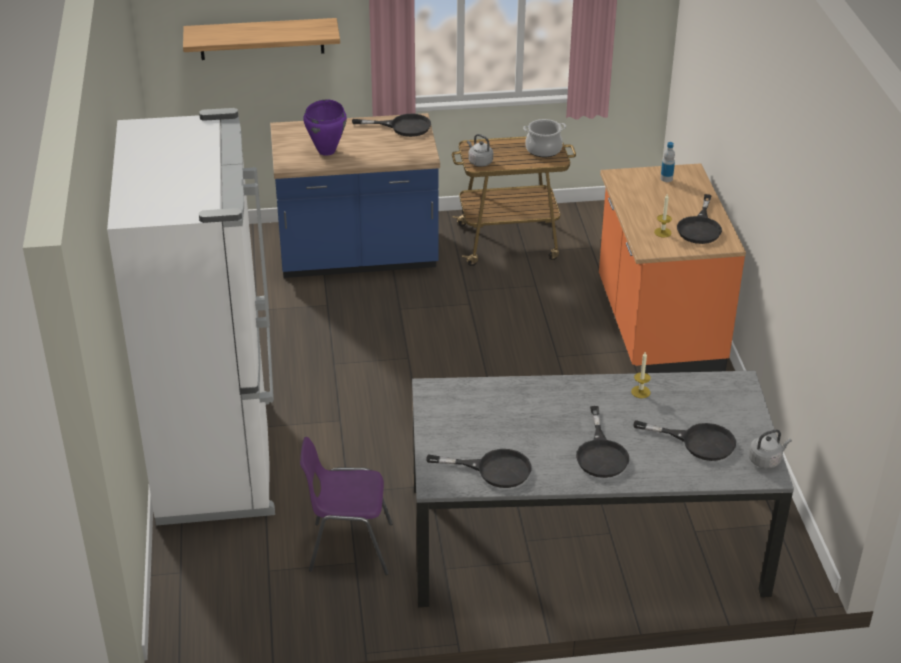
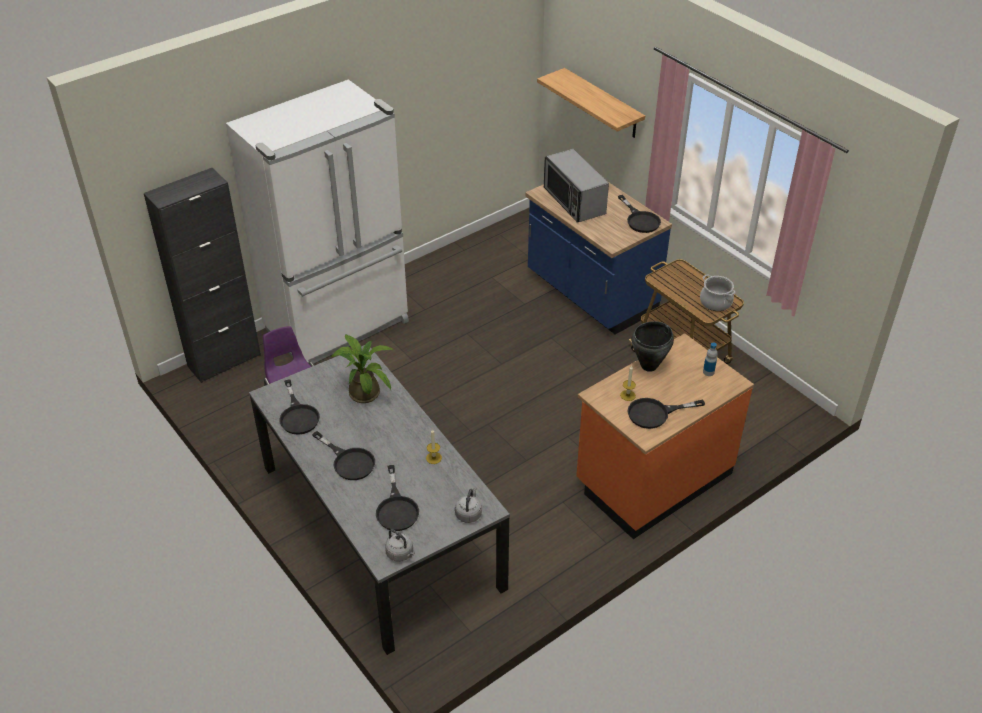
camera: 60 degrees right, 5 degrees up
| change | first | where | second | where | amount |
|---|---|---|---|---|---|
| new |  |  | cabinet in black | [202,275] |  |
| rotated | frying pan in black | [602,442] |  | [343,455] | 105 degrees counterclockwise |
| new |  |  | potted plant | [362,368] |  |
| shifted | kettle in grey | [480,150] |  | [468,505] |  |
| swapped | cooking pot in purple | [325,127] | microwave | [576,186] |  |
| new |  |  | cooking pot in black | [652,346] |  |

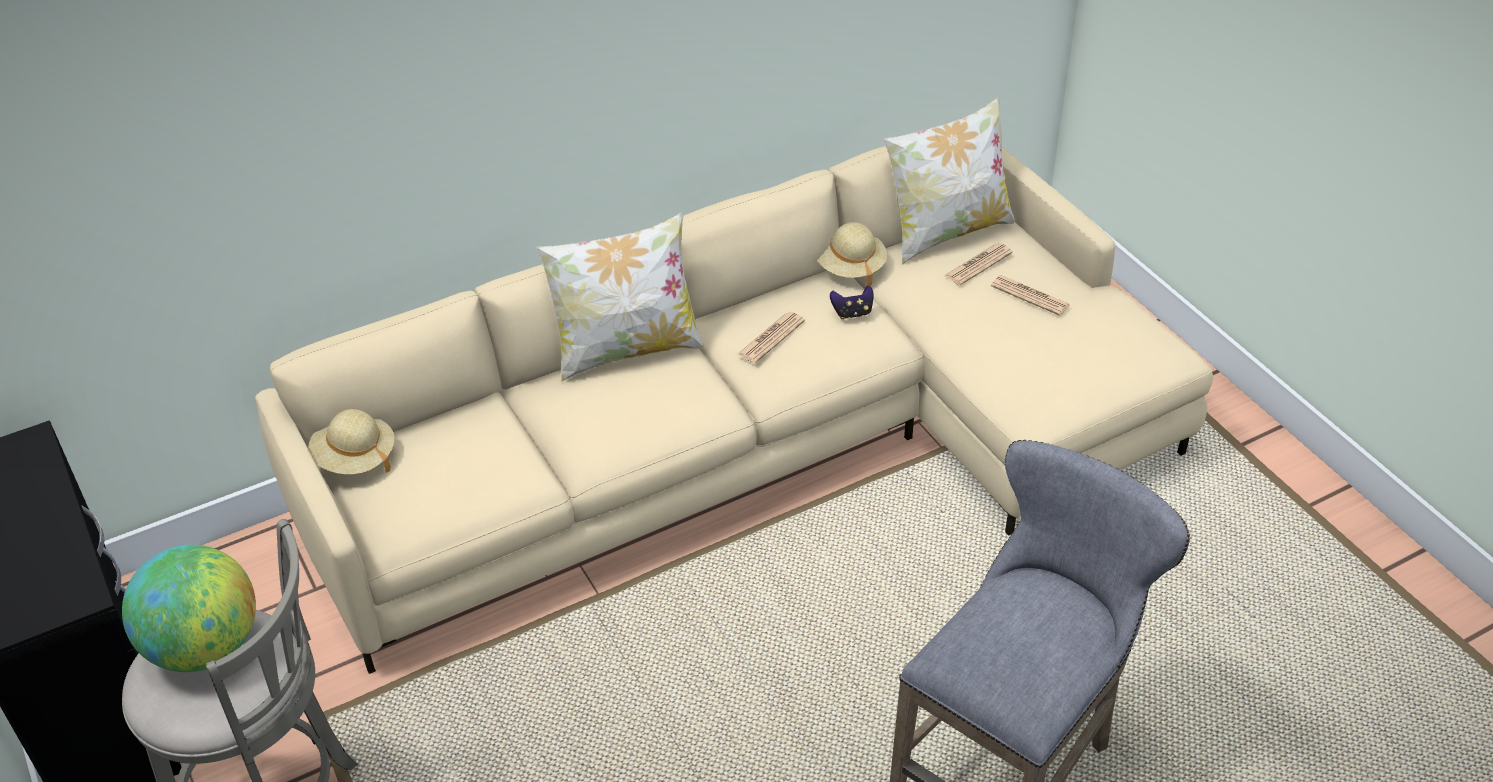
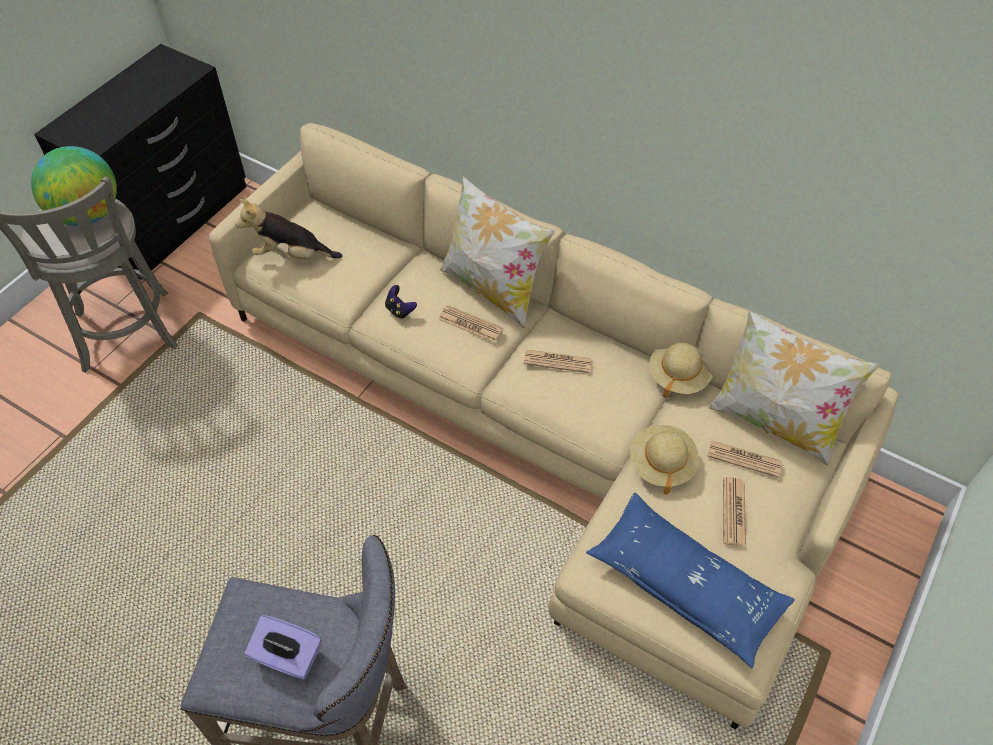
camera: 60 degrees right, 10 degrees up
| change | first | where | second | where | amount |
|---|---|---|---|---|---|
| new |  |  | plush toy | [289,229] |  |
| new |  |  | tissue box in purple | [283,647] |  |
| shifted | game controller | [851,302] |  | [401,302] |  |
| new |  |  | newspaper | [471,324] |  |
| new |  |  | pillow in blue | [690,580] |  |
| shifted | hat in beige | [351,441] |  | [664,460] |  |

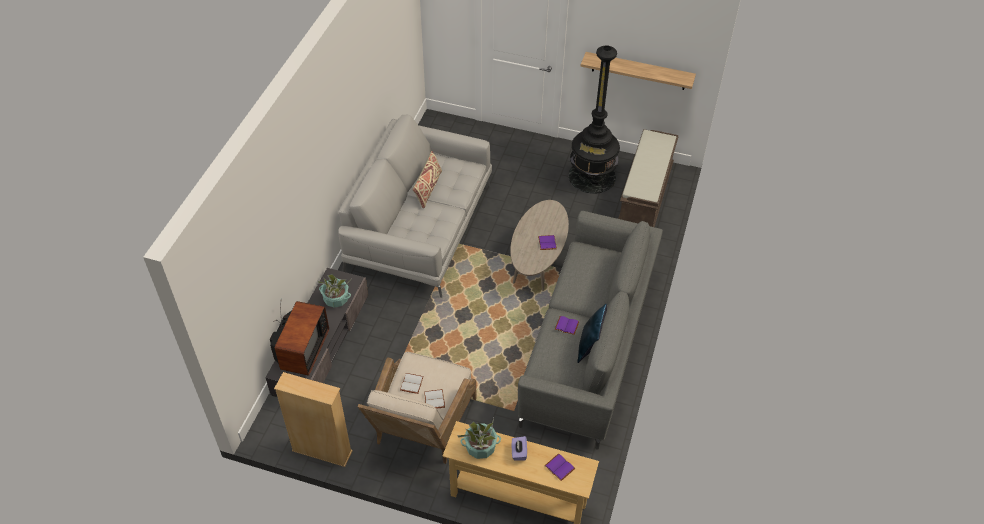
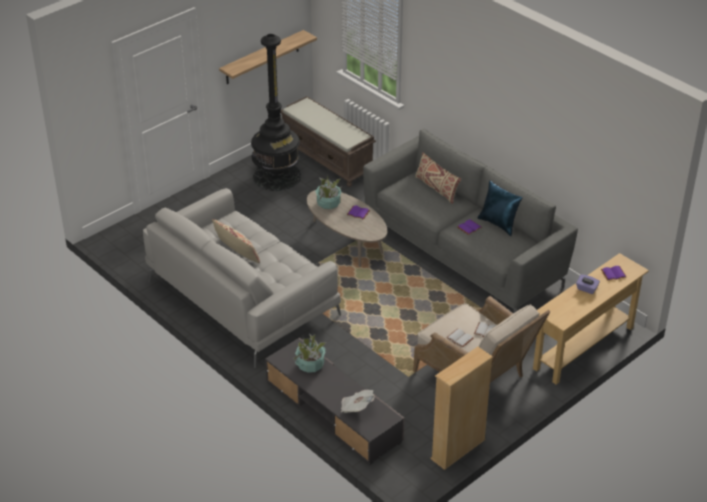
camera: 60 degrees left, 10 degrees down
| change | first | where | second | where | amount |
|---|---|---|---|---|---|
| shifted | potted plant | [479,438] |  | [329,192] |  |
| swapped | television | [299,338] | newspaper | [358,401] |  |
| new |  |  | pillow in beige | [438,178] |  |

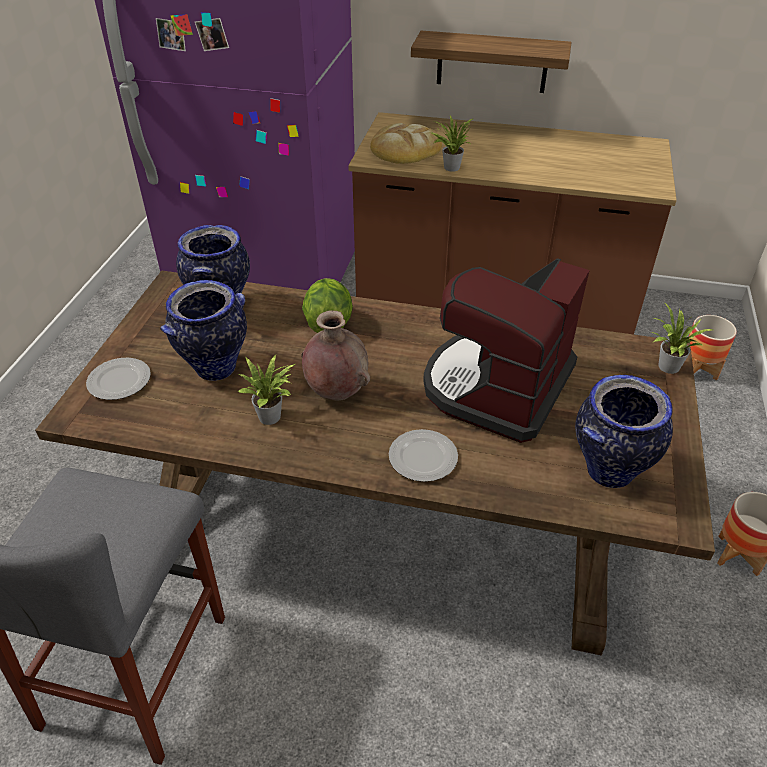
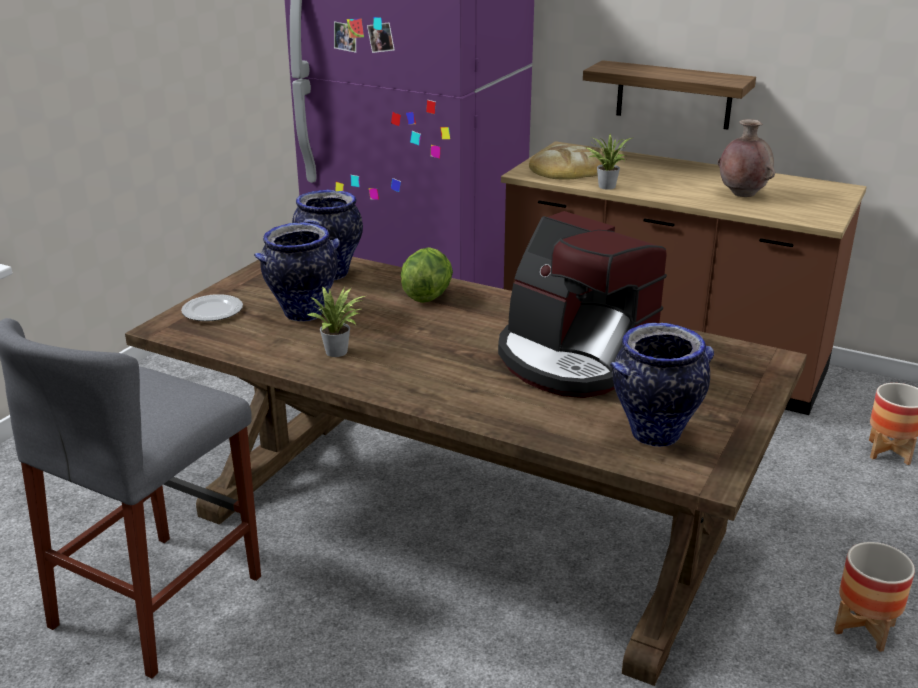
camera: 15 degrees right, 15 degrees down
| change | first | where | second | where | amount |
|---|---|---|---|---|---|
| rotated | coffee machine | [506,350] |  | [582,304] | 90 degrees counterclockwise |
| shifted | vase in brown | [335,355] |  | [746,158] |  |
| gone | plate | [423,455] |  |  |  |
| gone | potted plant | [682,338] |  |  |  |

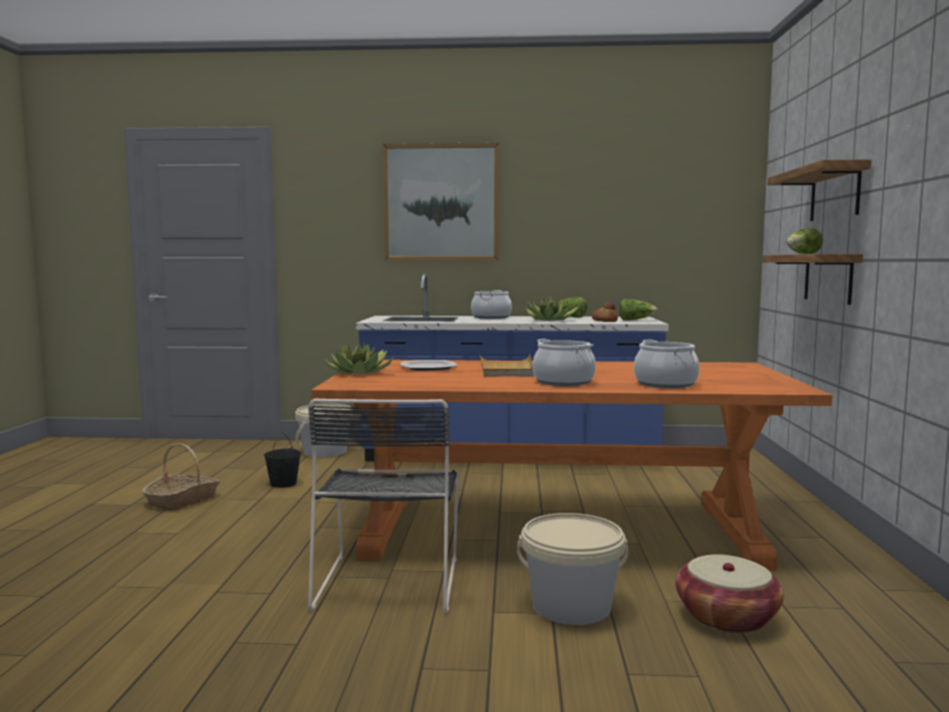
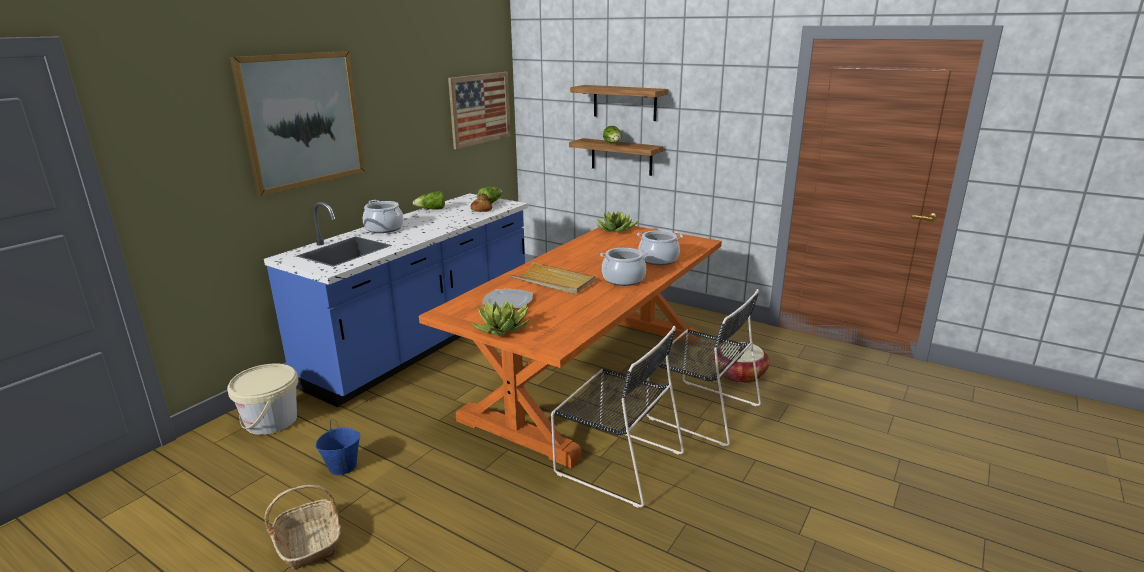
camera: 60 degrees left, 15 degrees up
| change | first | where | second | where | amount |
|---|---|---|---|---|---|
| repainted | bucket in black | [282,460] | bucket in blue | [338,447] |  |
| new |  |  | picture | [479,110] |  |
| shifted | potted plant | [552,309] |  | [618,221] |  |
| swapped | bucket in beige | [572,569] | chair in black | [703,367] |  |

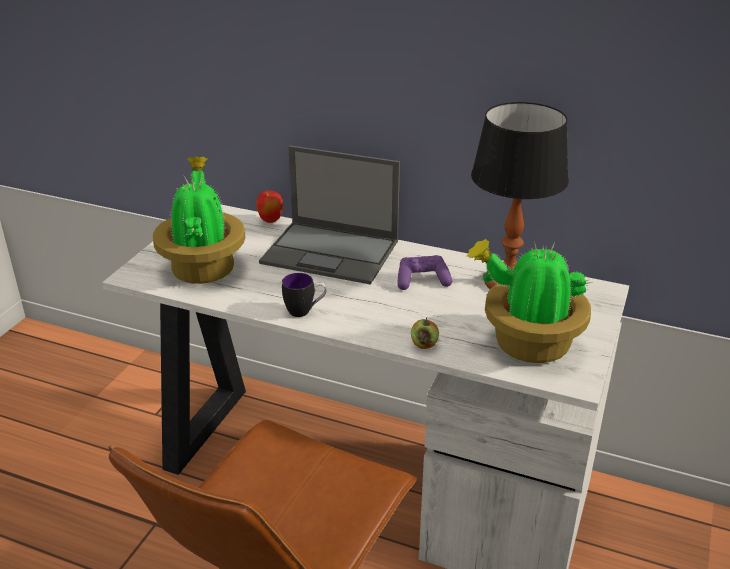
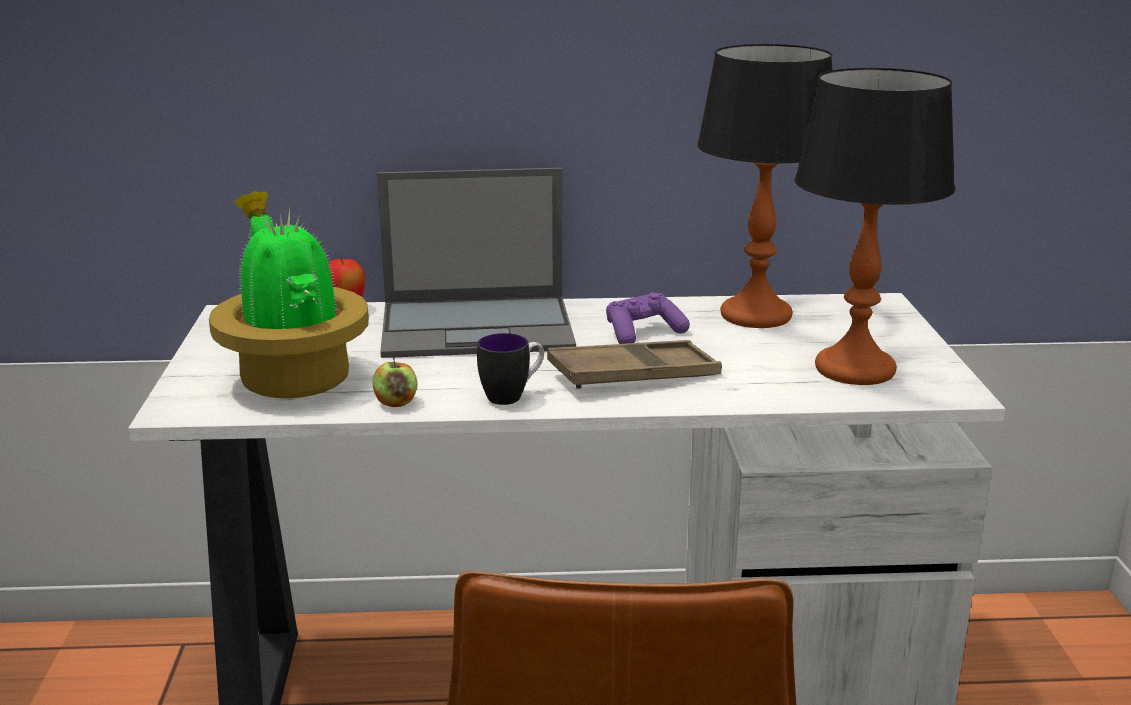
camera: 25 degrees left, 10 degrees down
| change | first | where | second | where | amount |
|---|---|---|---|---|---|
| shifted | apple | [425,333] |  | [394,381] |  |
| new |  |  | tray in brown | [634,364] |  |
| swapped | potted plant | [530,301] | table lamp | [875,226] |  |

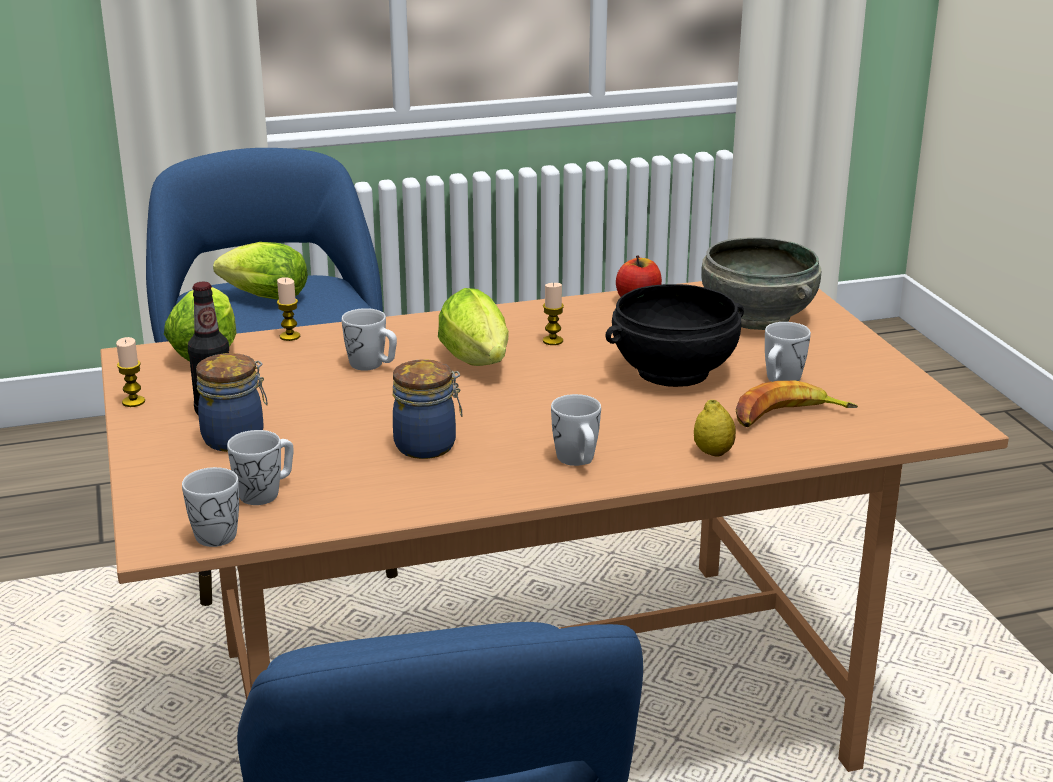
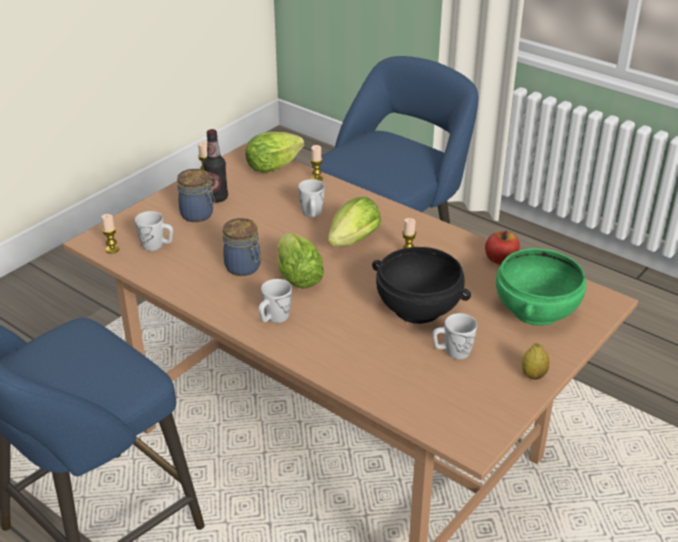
camera: 55 degrees right, 10 degrees up
| change | first | where | second | where | amount |
|---|---|---|---|---|---|
| swapped | mug in white | [210,507] | candle | [110,234] |  |
| shifted | lettuce | [260,271] |  | [300,261] |  |
| repainted | bowl in grey | [761,283] | bowl in green | [541,287] |  |
| shifted | lemon | [715,428] |  | [535,361] |  |
| gone | banana | [796,404] |  |  |  |

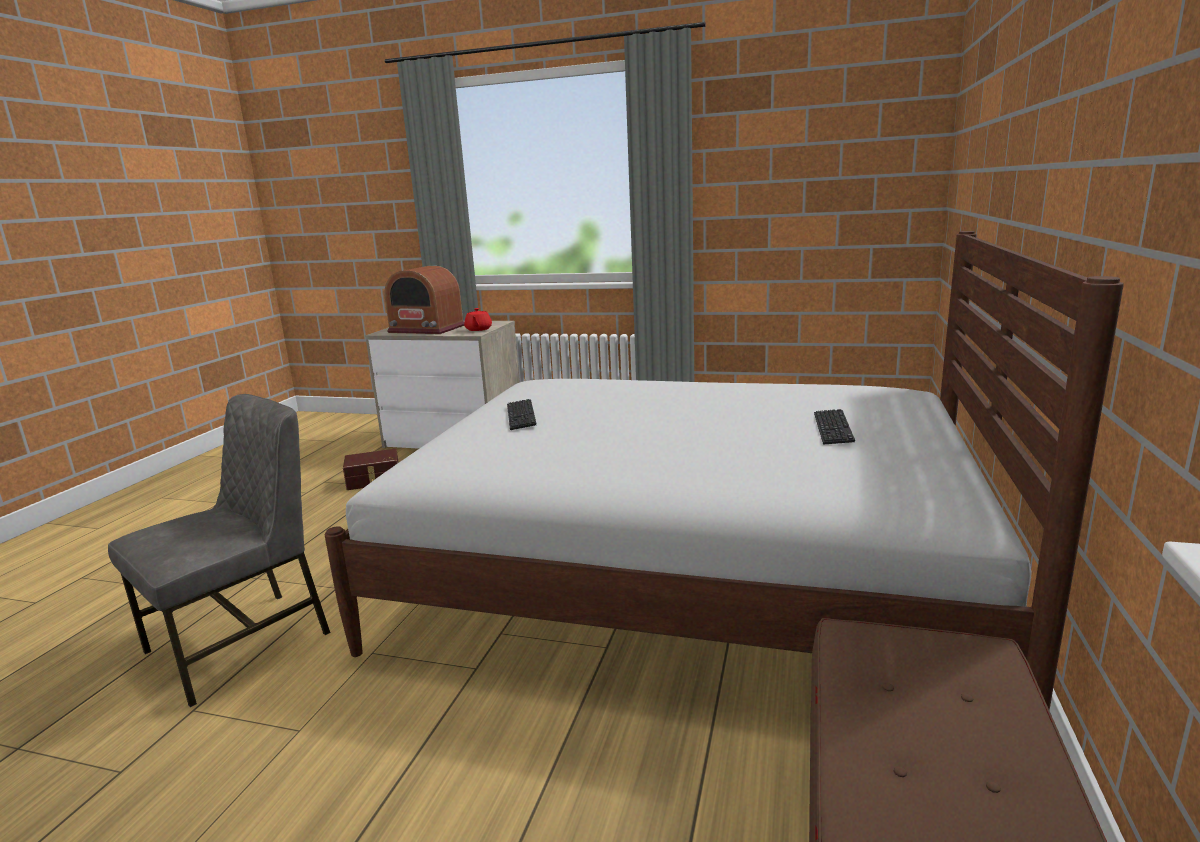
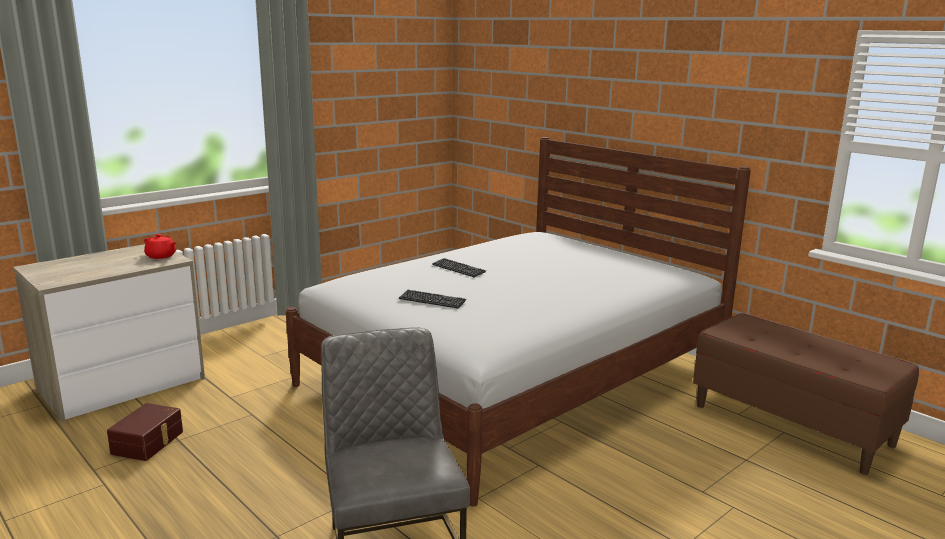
camera: 60 degrees left, 0 degrees up
| change | first | where | second | where | amount |
|---|---|---|---|---|---|
| shifted | keyboard | [834,426] |  | [459,267] |  |
| gone | radio | [424,300] |  |  |  |

